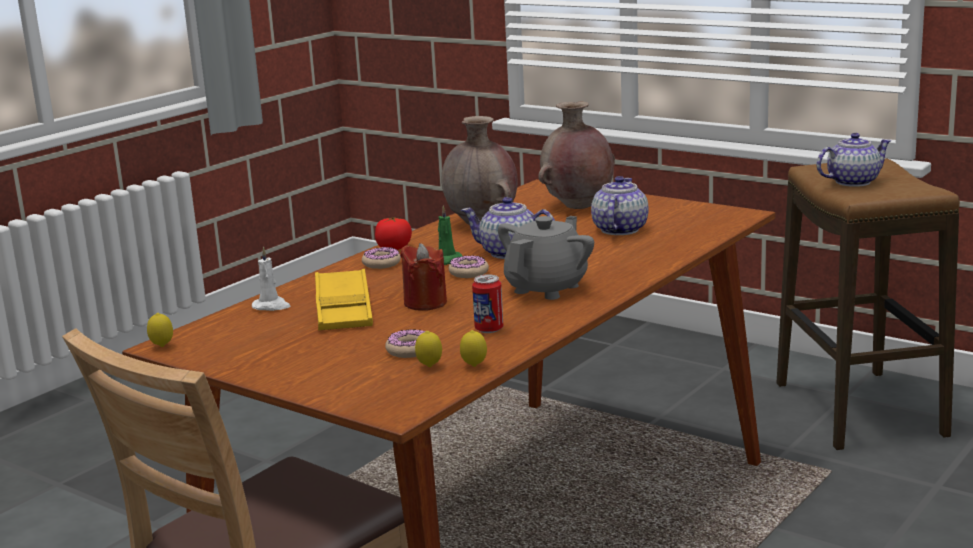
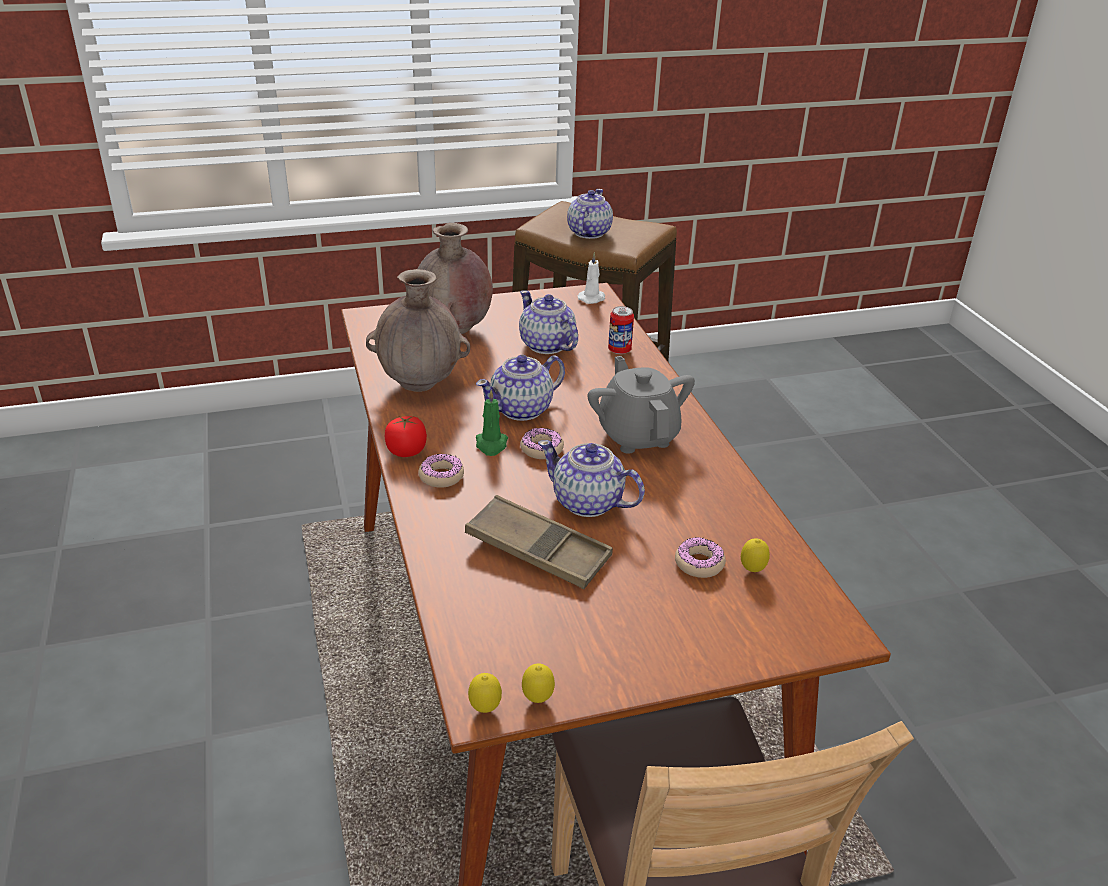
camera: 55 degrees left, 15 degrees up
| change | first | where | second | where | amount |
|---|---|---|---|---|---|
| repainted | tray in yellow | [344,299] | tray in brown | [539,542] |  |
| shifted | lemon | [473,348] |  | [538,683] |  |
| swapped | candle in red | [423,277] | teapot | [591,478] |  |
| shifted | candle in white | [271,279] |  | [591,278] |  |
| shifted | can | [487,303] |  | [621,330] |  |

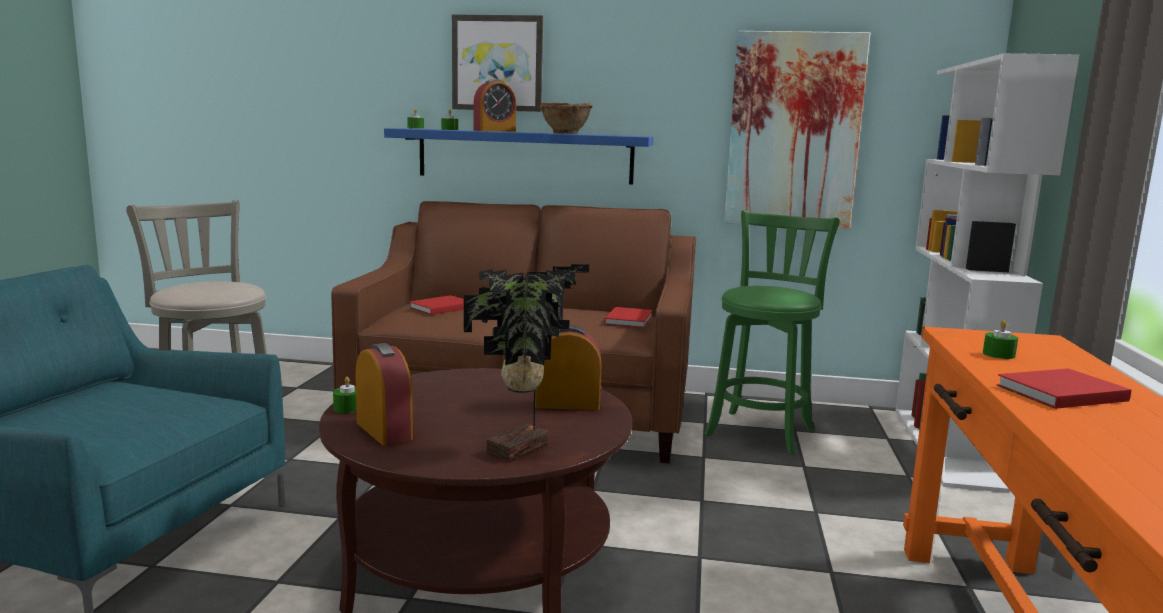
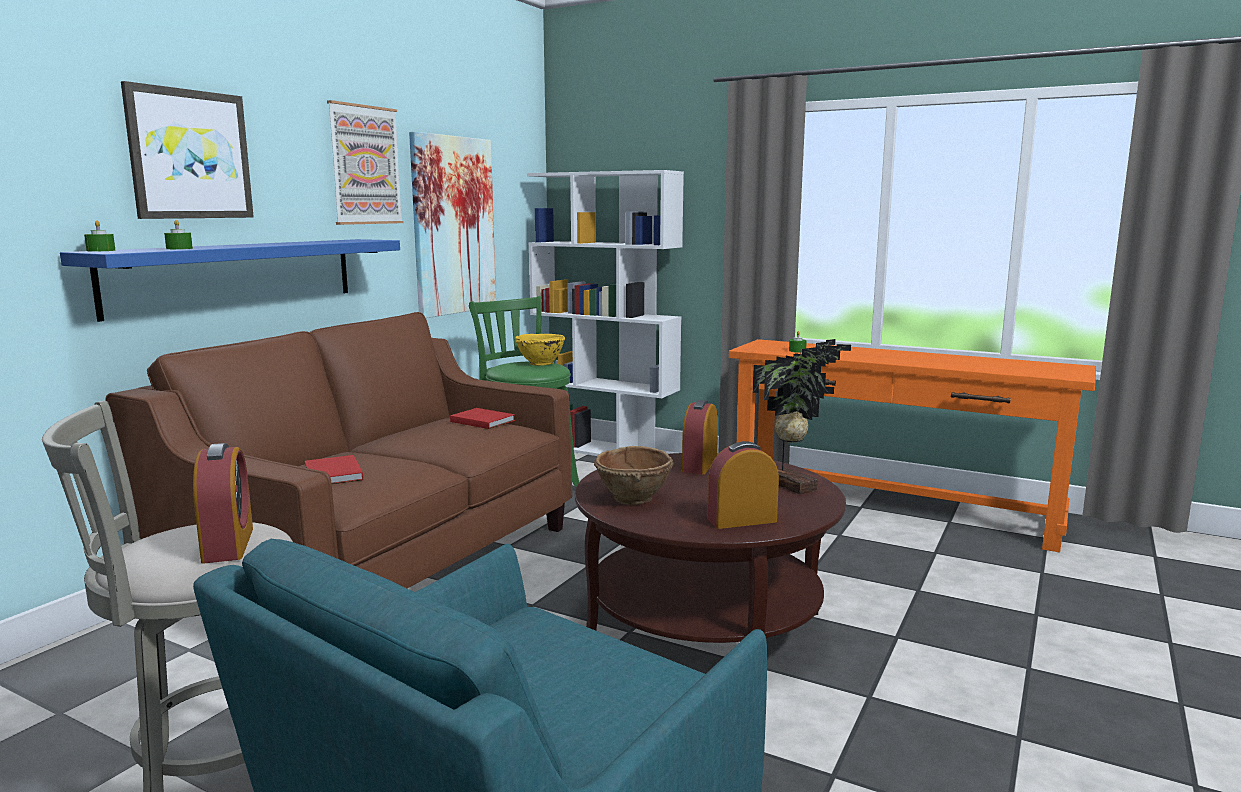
camera: 70 degrees left, 0 degrees up
| change | first | where | second | where | amount |
|---|---|---|---|---|---|
| shifted | alarm clock | [495,105] |  | [223,503] |  |
| new |  |  | picture | [365,162] |  |
| new |  |  | bowl in yellow | [540,350] |  |
| shifted | bowl in brown | [566,118] |  | [634,475] |  |
| gone | candle in green | [345,394] |  |  |  |
| gone | book in red | [1064,388] |  |  |  |

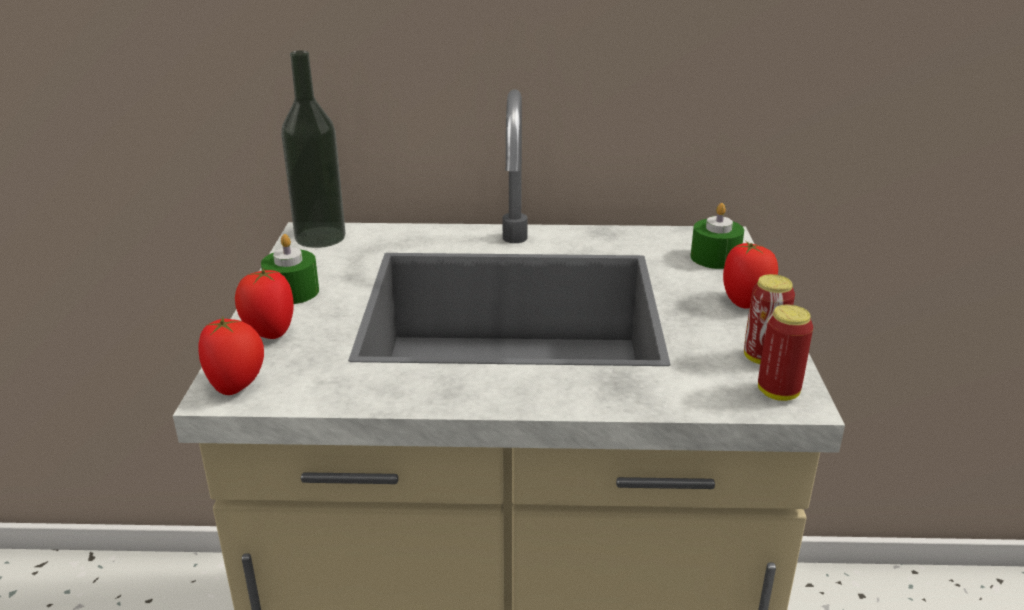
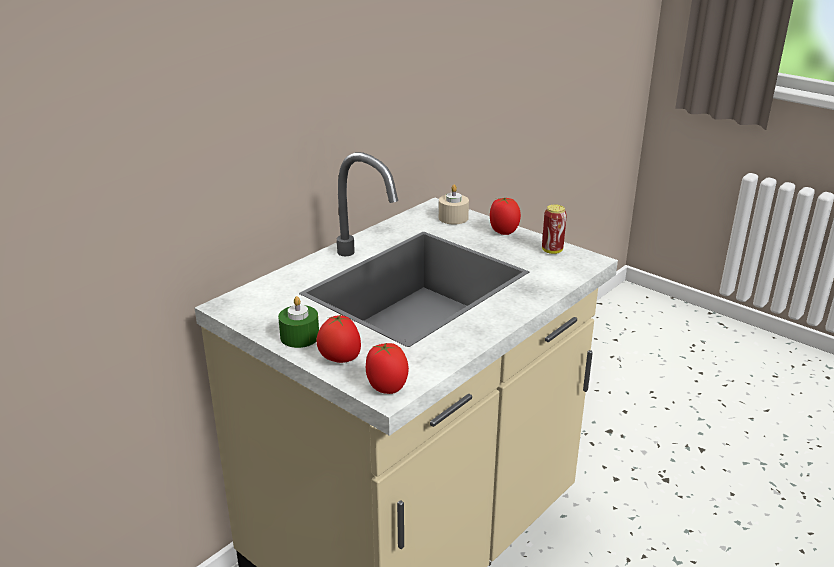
camera: 50 degrees left, 0 degrees up
| change | first | where | second | where | amount |
|---|---|---|---|---|---|
| repainted | candle in green | [717,236] | candle in beige | [454,204] |  |
| gone | bottle | [313,149] |  |  |  |
| gone | can | [785,353] |  |  |  |

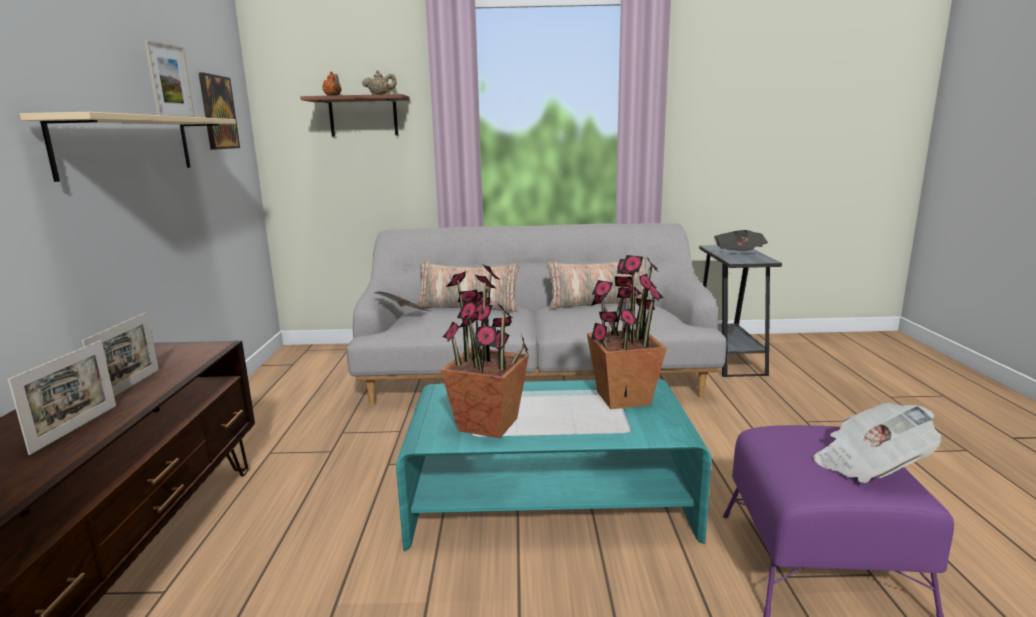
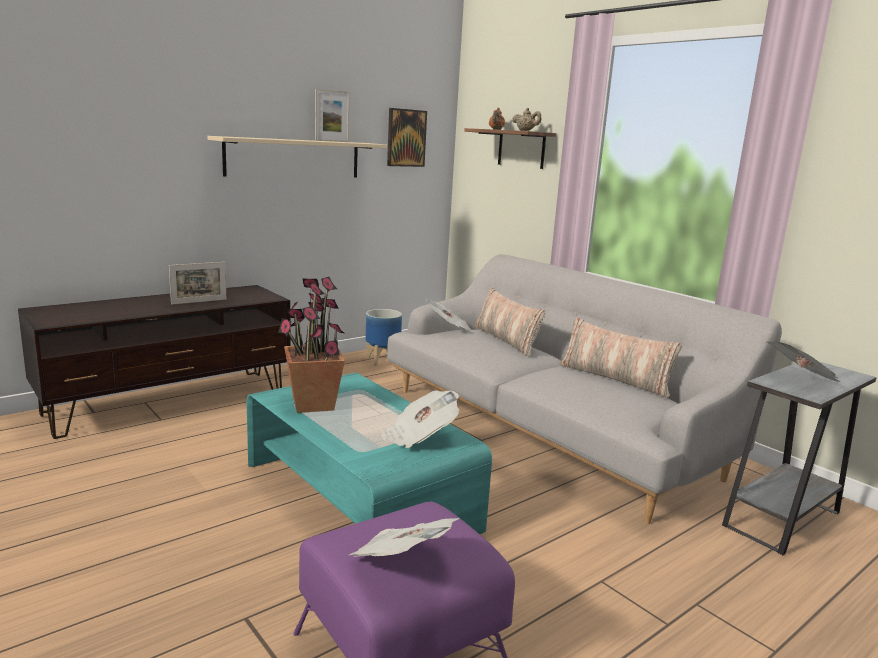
camera: 50 degrees right, 0 degrees up
| change | first | where | second | where | amount |
|---|---|---|---|---|---|
| new |  |  | planter | [383,337] |  |
| swapped | potted plant | [627,332] | newspaper | [420,419] |  |
| gone | picture frame | [62,397] |  |  |  |

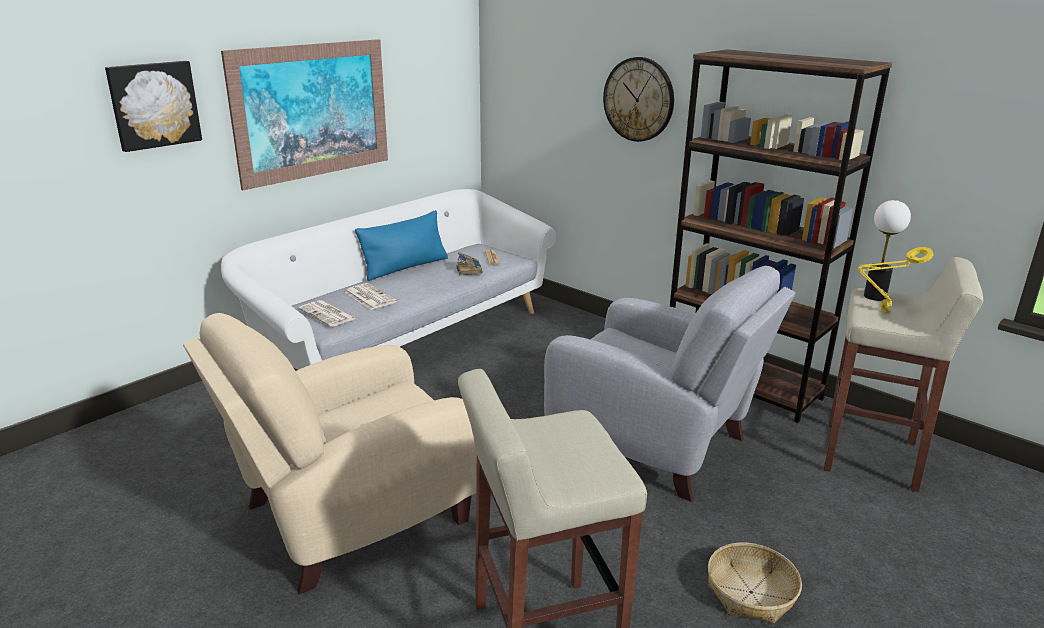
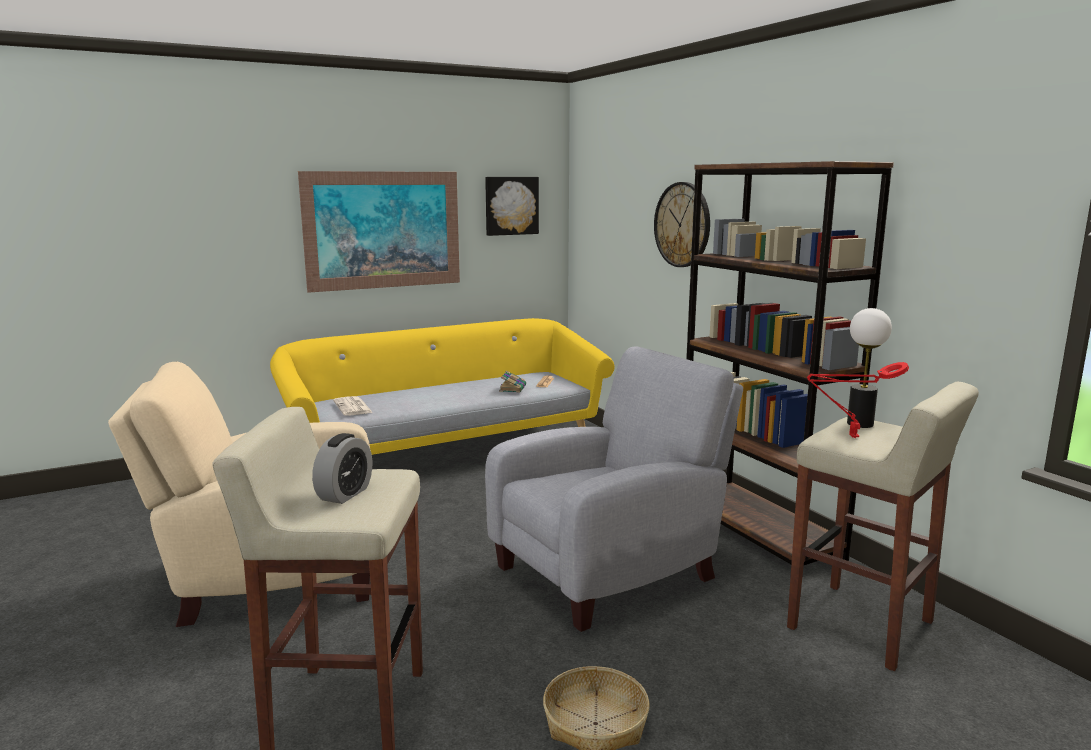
camera: 20 degrees right, 10 degrees down
| change | first | where | second | where | amount |
|---|---|---|---|---|---|
| repainted | sofa in white | [388,279] | sofa in yellow | [442,386] |  |
| new |  |  | alarm clock | [342,468] |  |
| shifted | picture | [153,106] |  | [512,206] |  |
| rotated | armchair in grey | [670,384] |  | [614,489] | 90 degrees counterclockwise |
| repainted | table lamp in yellow | [895,280] | table lamp in red | [858,400] |  |
| gone | newspaper | [370,296] |  |  |  |
| gone | pillow in blue | [401,245] |  |  |  |

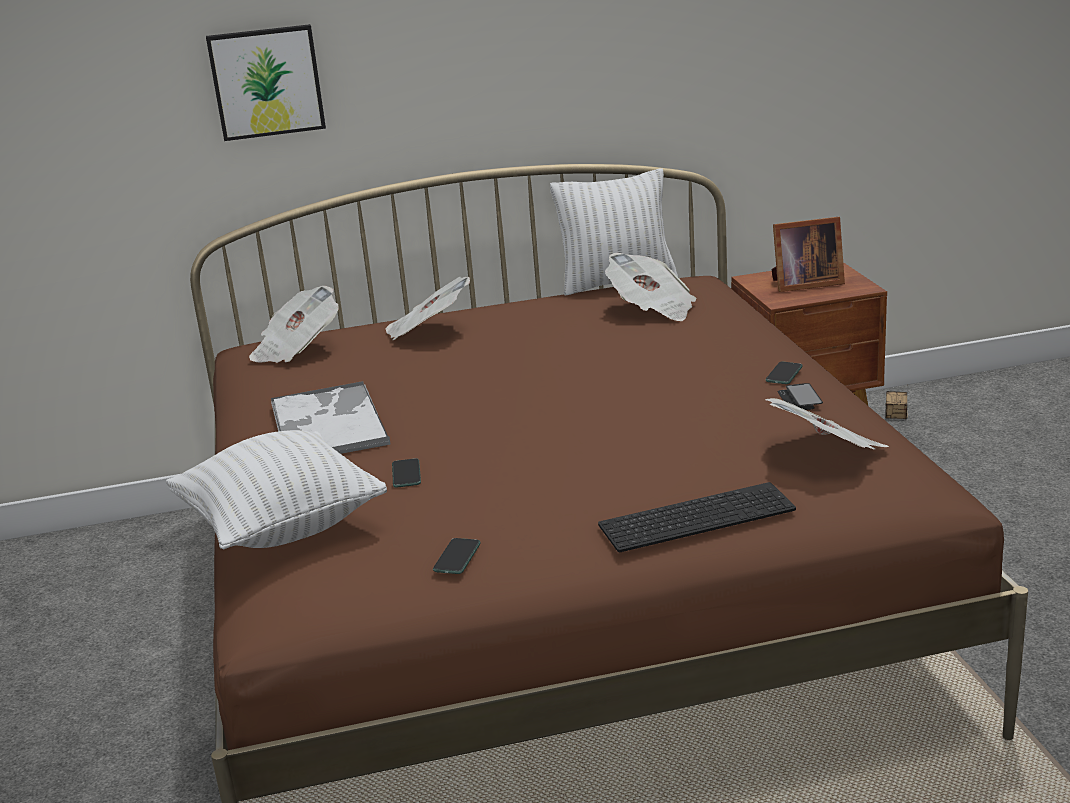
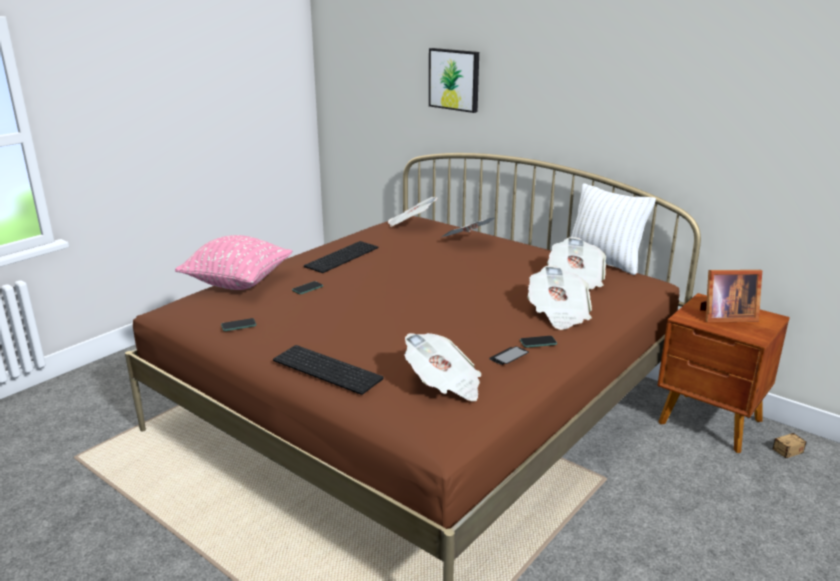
camera: 50 degrees right, 0 degrees up
| change | first | where | second | where | amount |
|---|---|---|---|---|---|
| repainted | pillow in white | [276,489] | pillow in pink | [233,262] |  |
| swapped | tray | [331,417] | keyboard | [341,257] |  |
| new |  |  | newspaper | [559,297] |  |
| rotated | picture frame | [808,254] |  | [731,296] | 45 degrees counterclockwise |

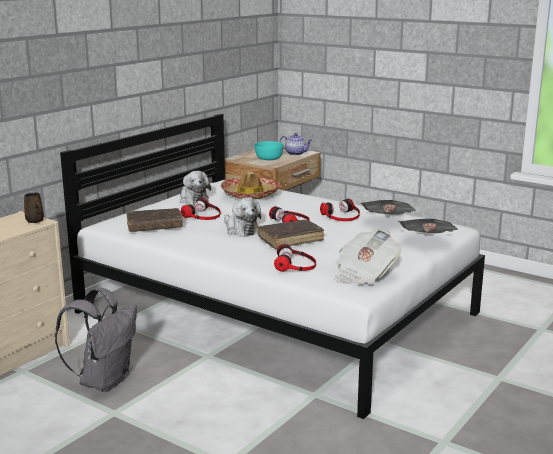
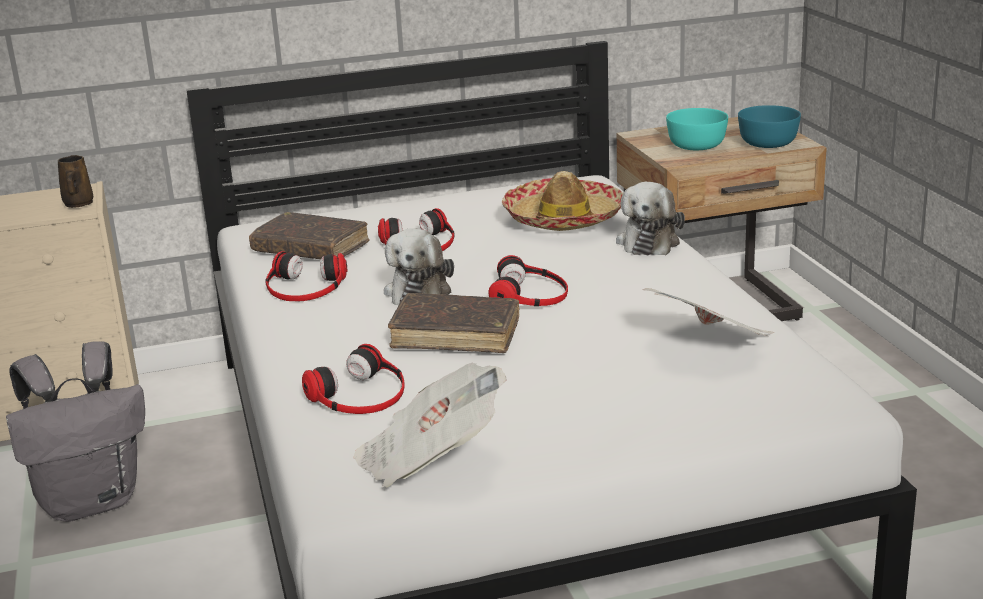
camera: 40 degrees right, 5 degrees up
| change | first | where | second | where | amount |
|---|---|---|---|---|---|
| shifted | headphones | [340,210] |  | [306,276] |  |
| shifted | plush toy | [195,188] |  | [650,218] |  |
| swapped | teapot | [295,144] | bowl in turquoise | [769,126] |  |
| gone | newspaper | [427,226] |  |  |  |

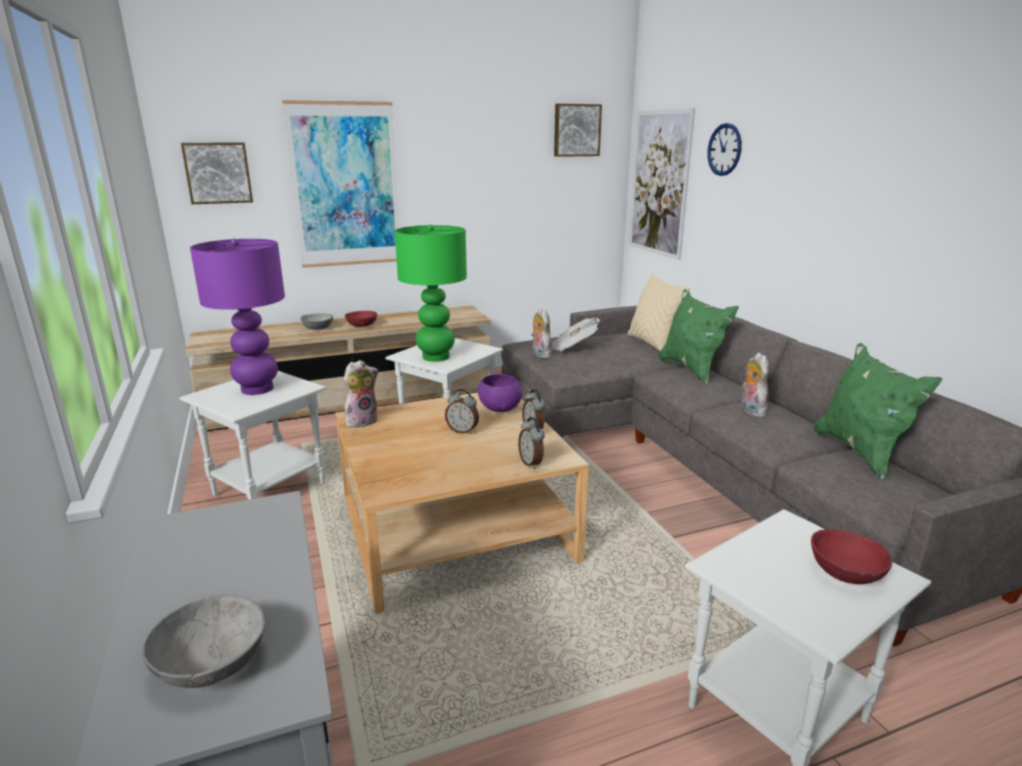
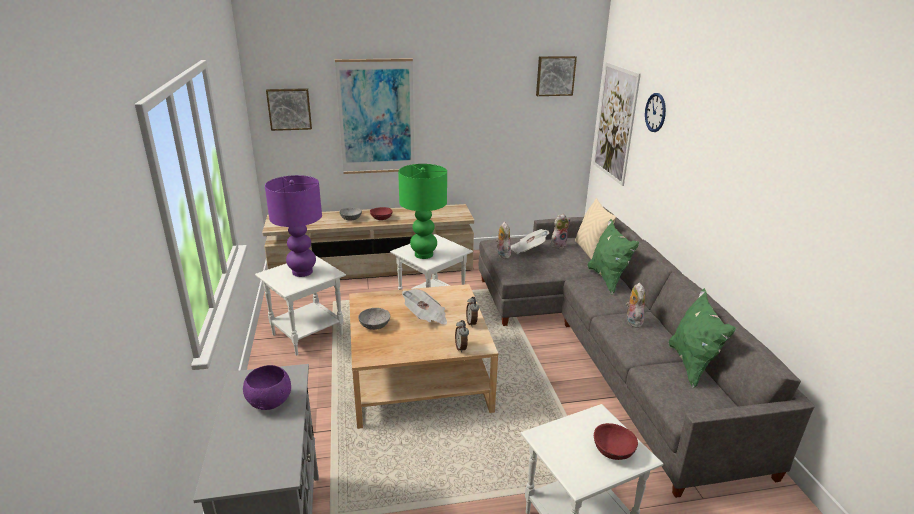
camera: 10 degrees right, 5 degrees up
| change | first | where | second | where | amount |
|---|---|---|---|---|---|
| shifted | bowl in purple | [500,393] |  | [267,387] |  |
| shifted | bowl in grey | [203,641] |  | [374,319] |  |
| swapped | alarm clock | [462,411] | newspaper | [424,307] |  |
| shifted | plush toy | [361,394] |  | [561,231] |  |

